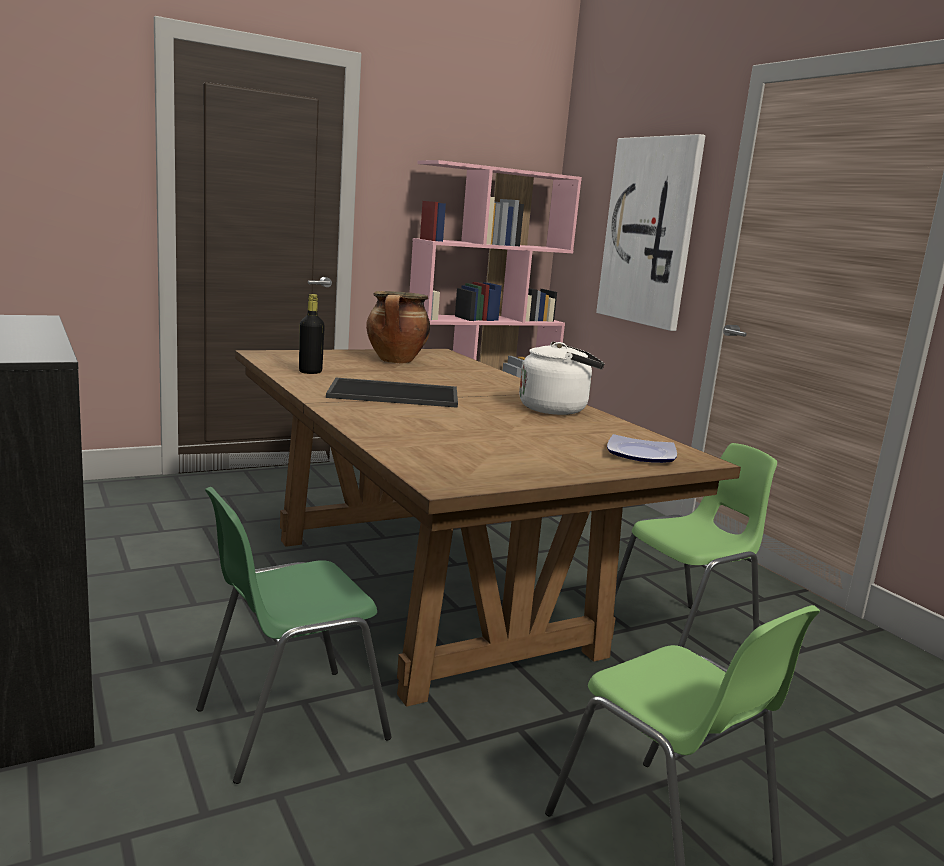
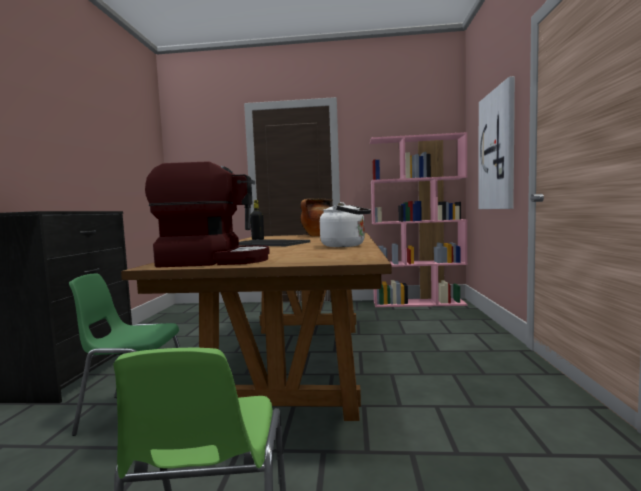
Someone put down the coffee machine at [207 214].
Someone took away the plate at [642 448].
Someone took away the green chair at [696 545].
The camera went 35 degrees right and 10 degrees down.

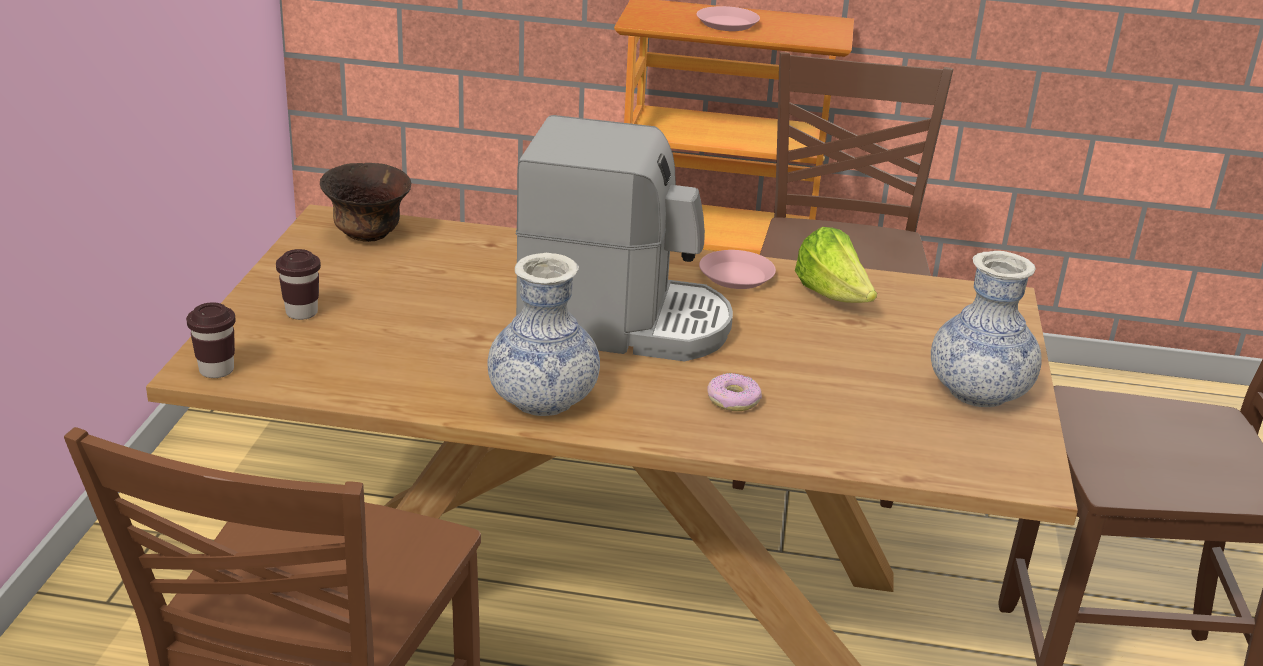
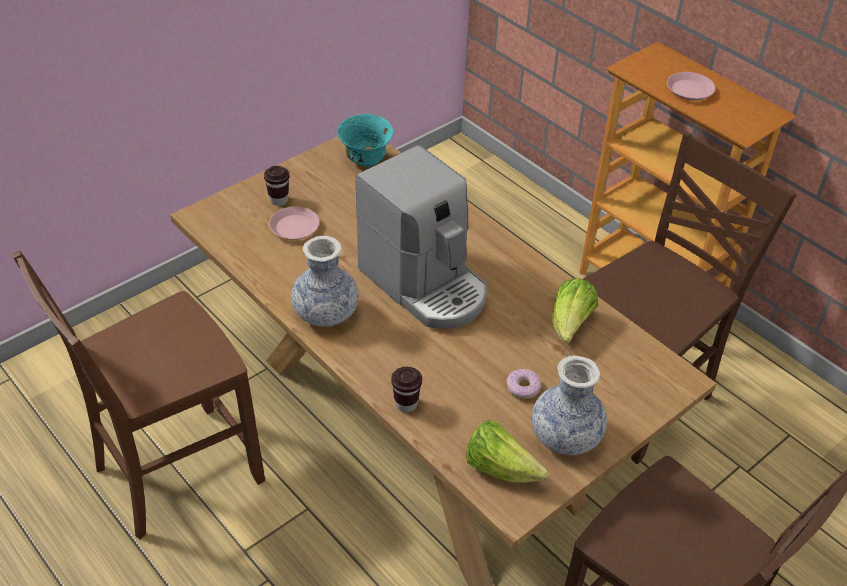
Someone carried the pink plate from [737 269] to [294 223].
Someone repainted the brown bowl at [365 202], which became the turquoise bowl at [365 140].
Someone carried the brown cup from [211 340] to [406 390].
Someone put down the lettuce at [507 451].
Someone carried the donut from [734 392] to [524 384].
The camera went 40 degrees right and 15 degrees up.

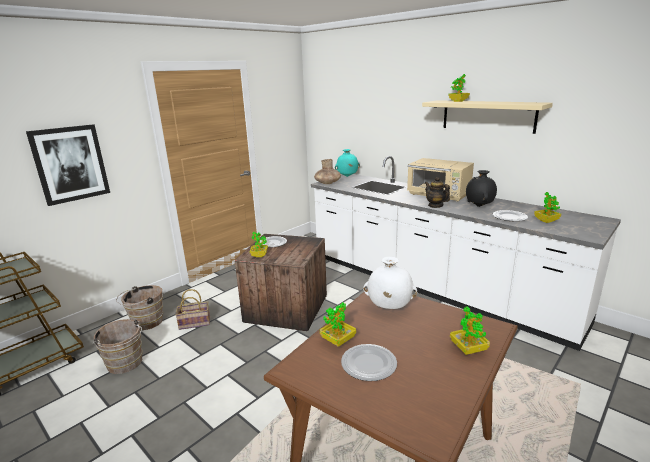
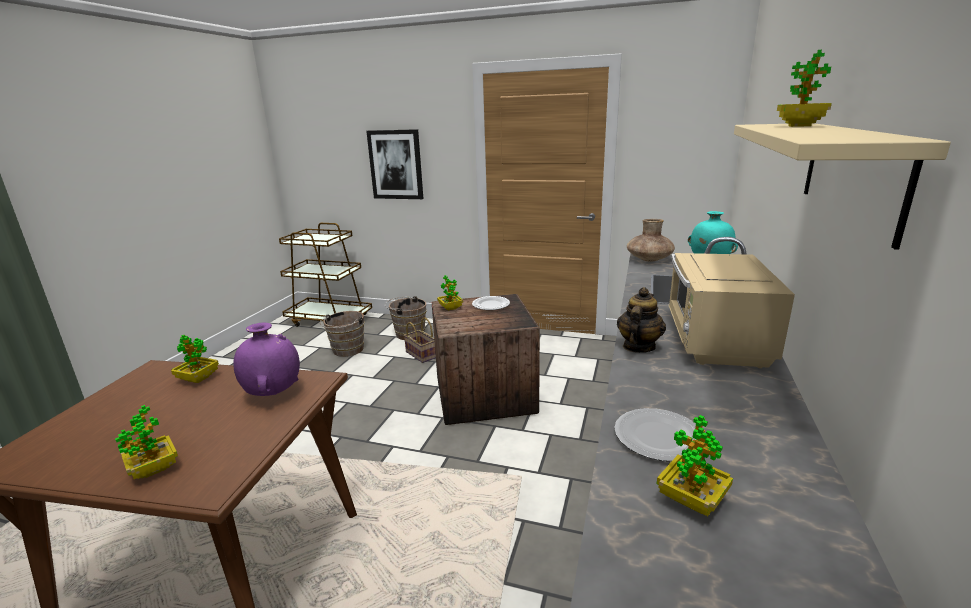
Someone repainted the white vase at [390 282], which became the purple vase at [266 359].
Someone took away the plate at [369 362].
Someone took away the black vase at [481 188].
The camera went 65 degrees right and 0 degrees up.

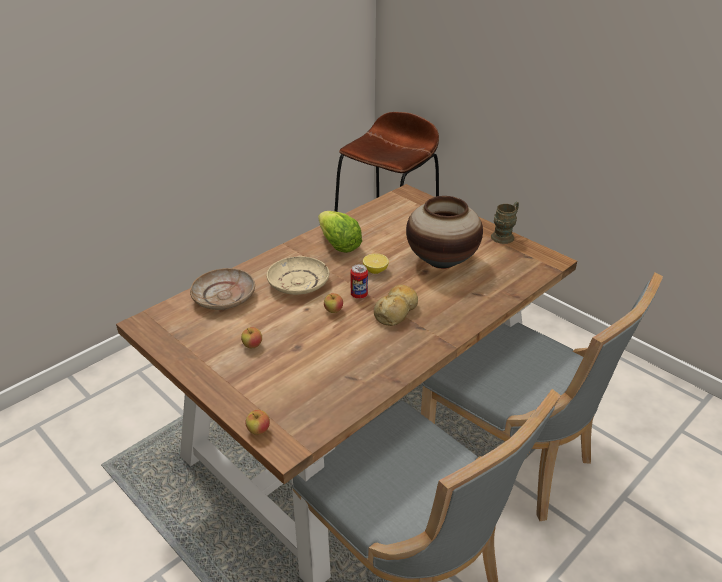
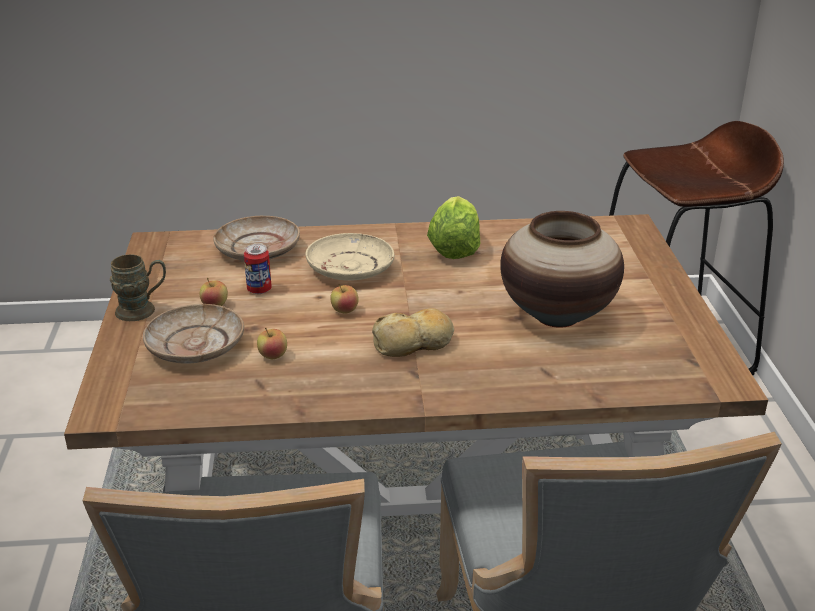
Someone carried the brown mug from [505 223] to [138 287].
Someone put down the beige plate at [193 334].
Someone carried the can from [359 281] to [258 269].
Someone carried the apple from [257 422] to [272 343].
Someone took away the lemon at [376 264].
The camera went 40 degrees right and 5 degrees down.

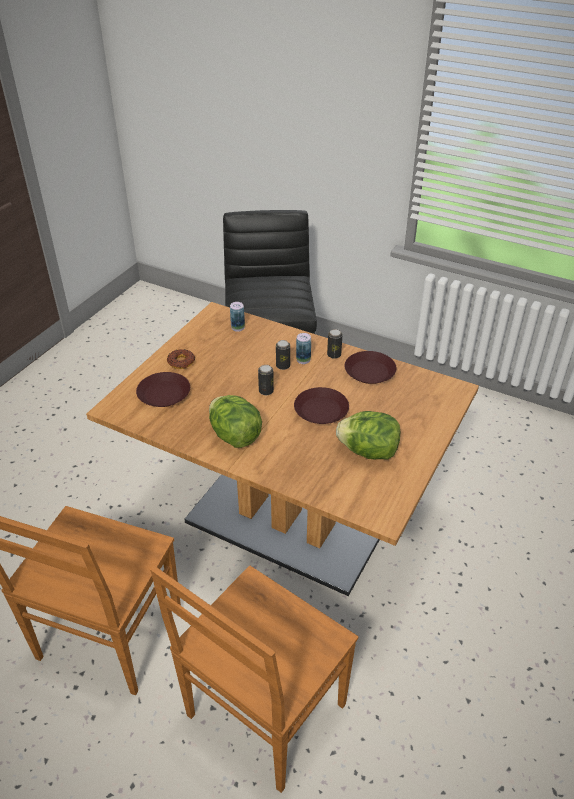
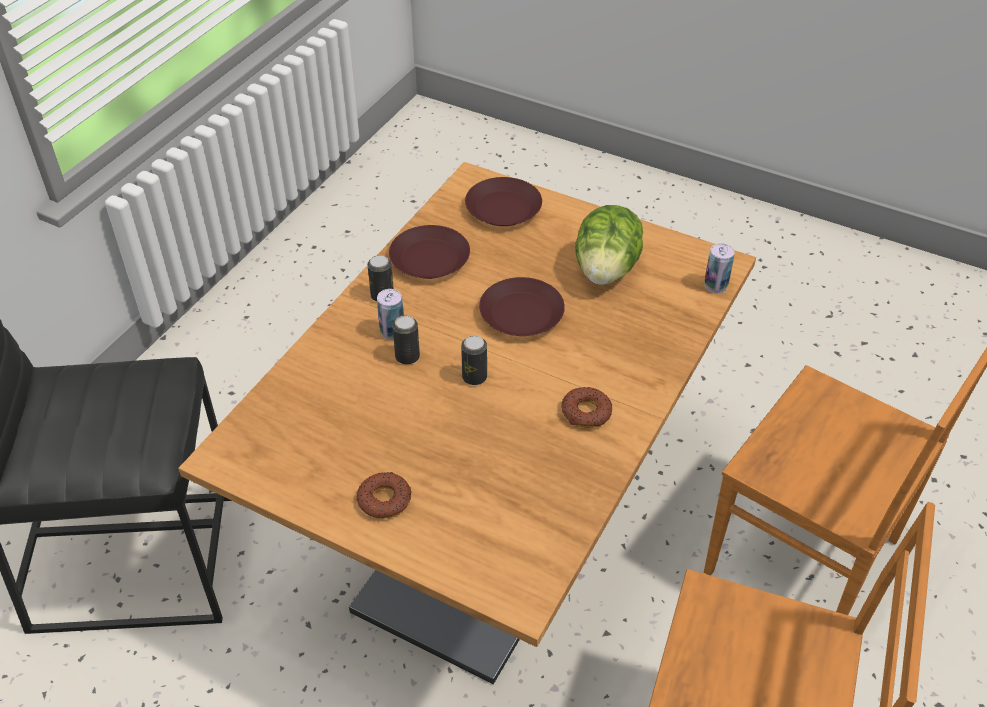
Someone carried the brown plate from [163 389] to [503 201].
Someone swapped the lettuce at [235 421] for the donut at [586 407].
Someone carried the can from [237 317] to [719 268].
The camera went 90 degrees left and 5 degrees up.

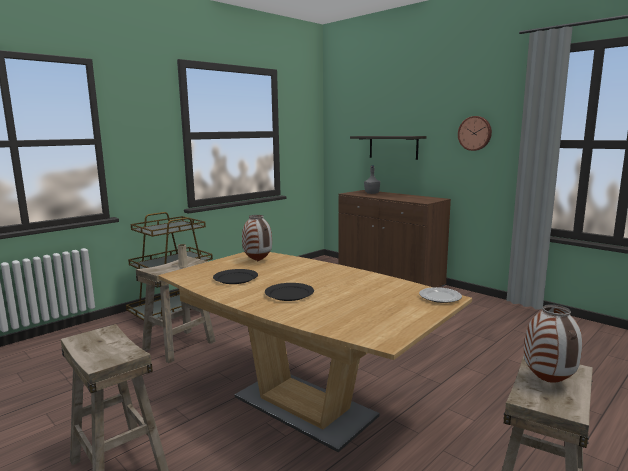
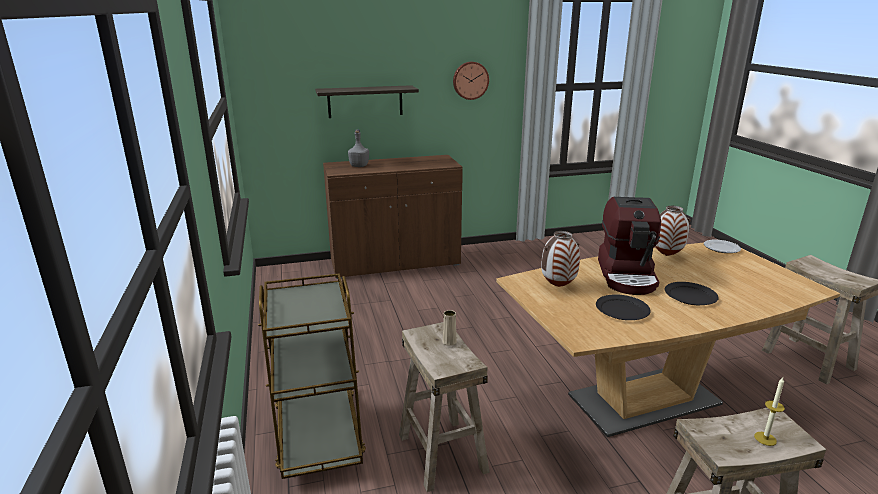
Someone put down the coffee machine at [629 246].
Someone carried the vase from [553 343] to [673 231].
Someone put down the candle at [769 411].
The camera went 60 degrees left and 10 degrees up.

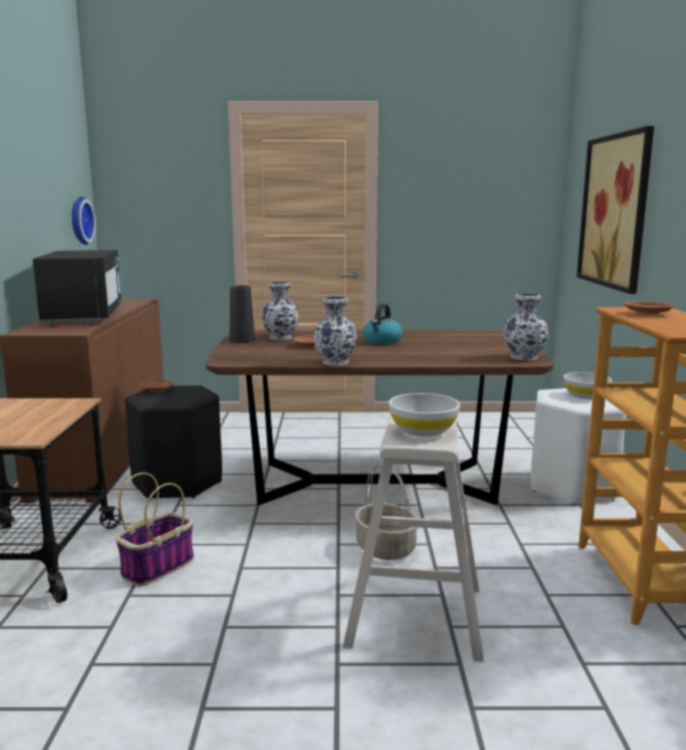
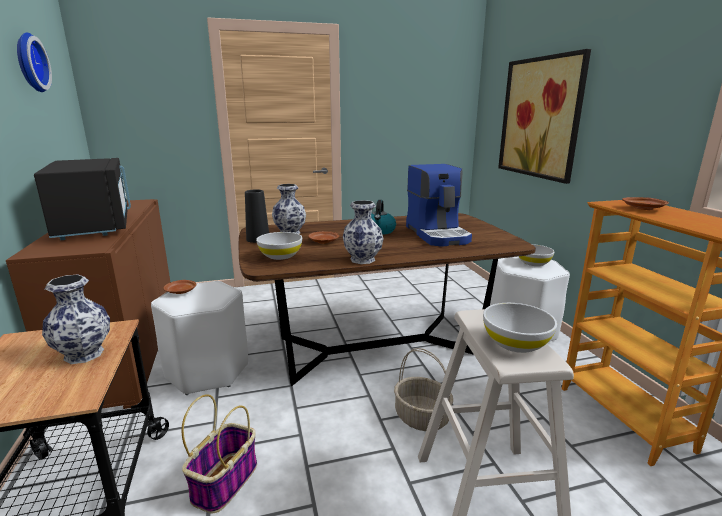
Someone carried the wall clock from [84 221] to [34 62].
Someone carried the vase from [526 326] to [76 319].
Someone repainted the black stool at [173 442], which became the white stool at [199 338].
Someone put down the white bowl at [279 246].
Someone put down the coffee machine at [439 205].
The camera went 15 degrees left and 5 degrees up.

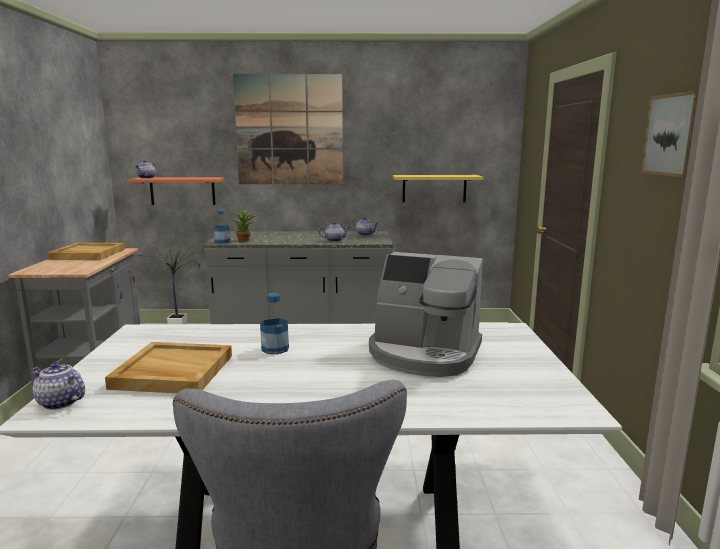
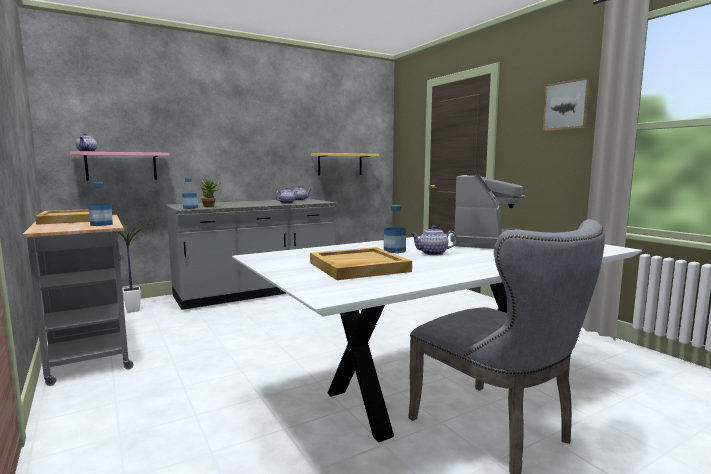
Someone repainted the orange shelf at [176 191], which became the pink shelf at [120 166].
Someone put down the bottle at [100 204].
Someone carried the teapot from [57 386] to [433 241].
Someone rotated the coffee machine at [426 314] by 60 degrees counterclockwise.
Someone took away the picture at [288 129].
The camera went 30 degrees left and 5 degrees down.

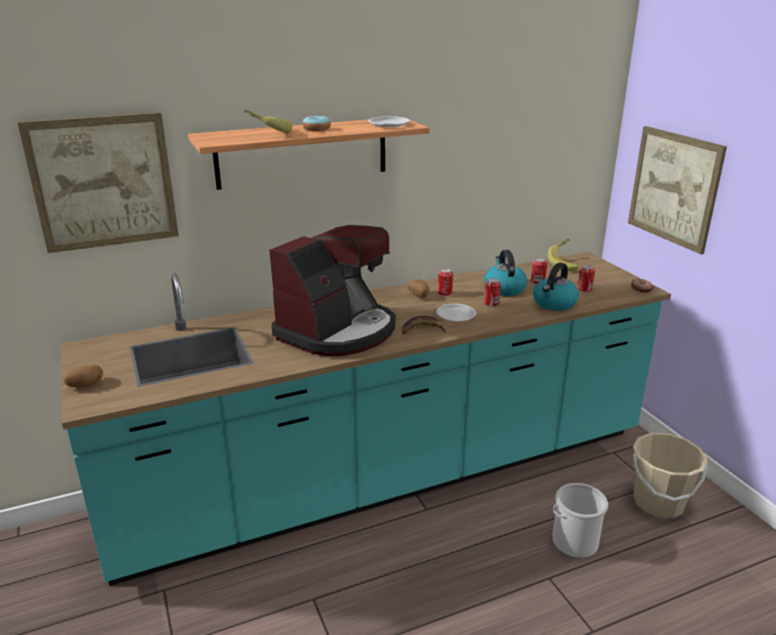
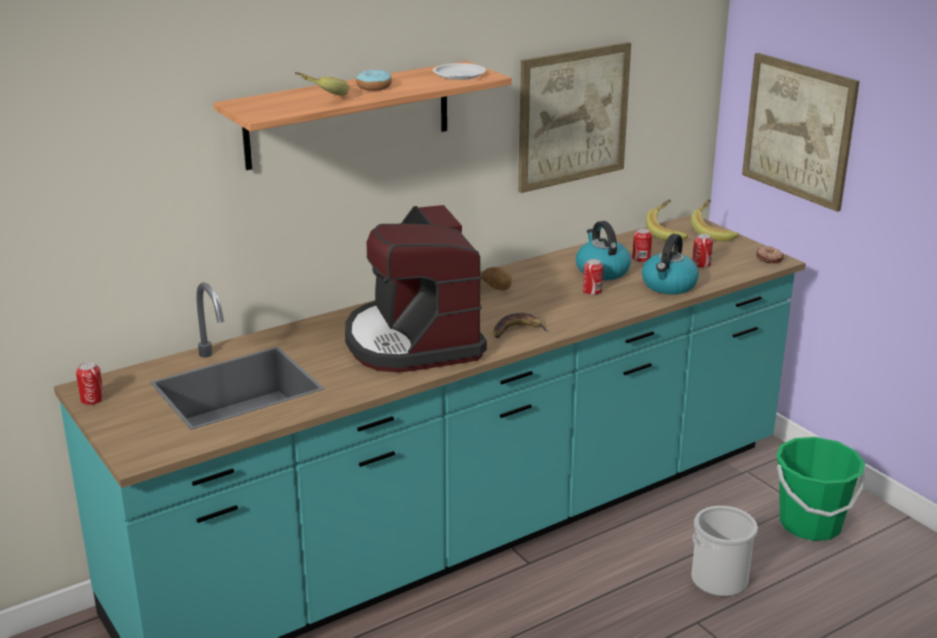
Someone carried the can from [445 282] to [90 383].
Someone rotated the coffee machine at [332 290] by 135 degrees clockwise.
Someone carried the picture from [98 182] to [574 117].
Someone put down the banana at [715 220].
Someone repainted the beige bucket at [670 475], which became the green bucket at [821 489].
Someone took away the potato at [83 376].
Someone took away the white plate at [456 313].
The camera went 10 degrees left and 0 degrees up.

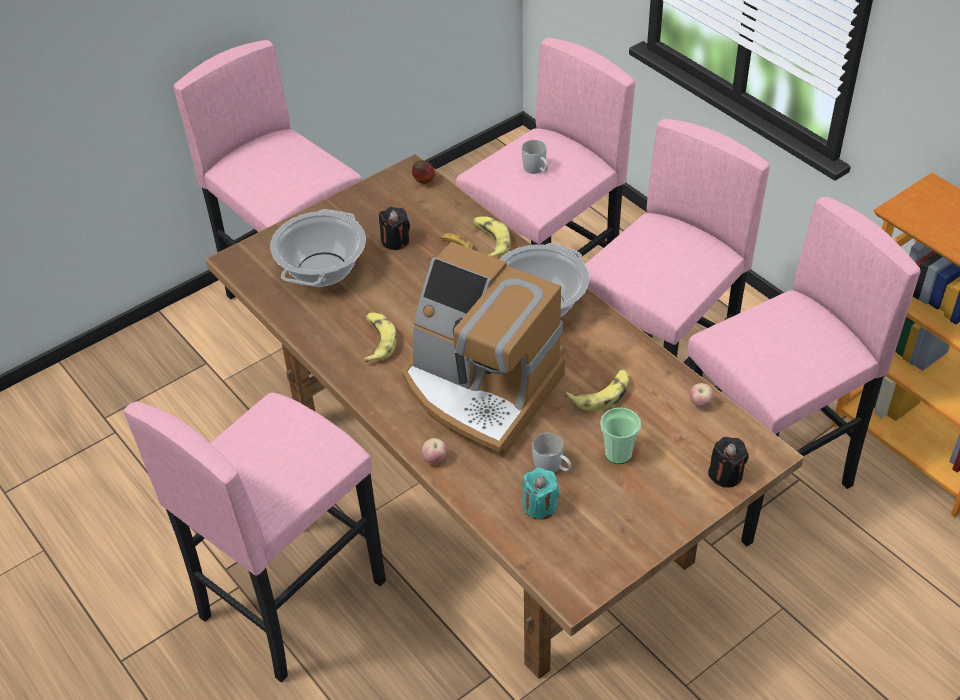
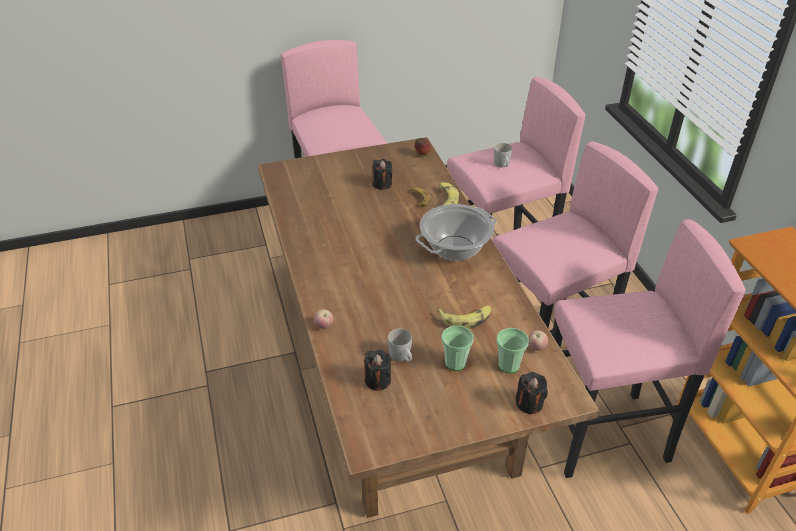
Someone repainted the turquoise candle at [541 494], which became the black candle at [377 370].
Someone put down the cup at [512 350].
Someone took away the pink stool at [255 537].
Someone took away the cooking pot at [318 248].
Someone took away the banana at [380 337].
Someone took away the coffee machine at [483 350].
The camera went 20 degrees right and 5 degrees down.

